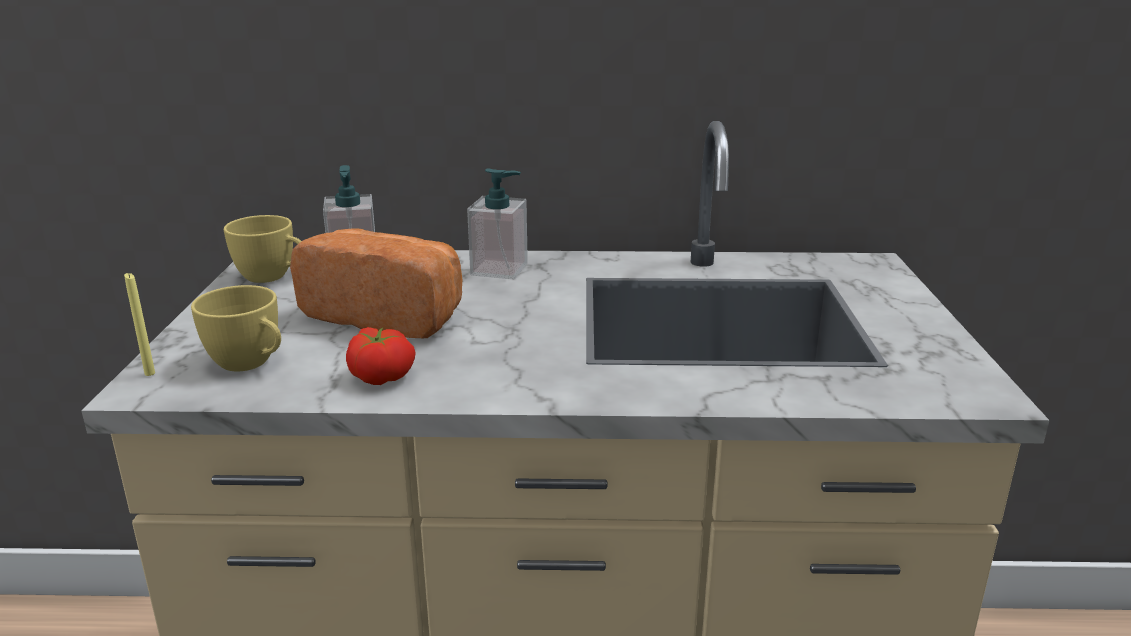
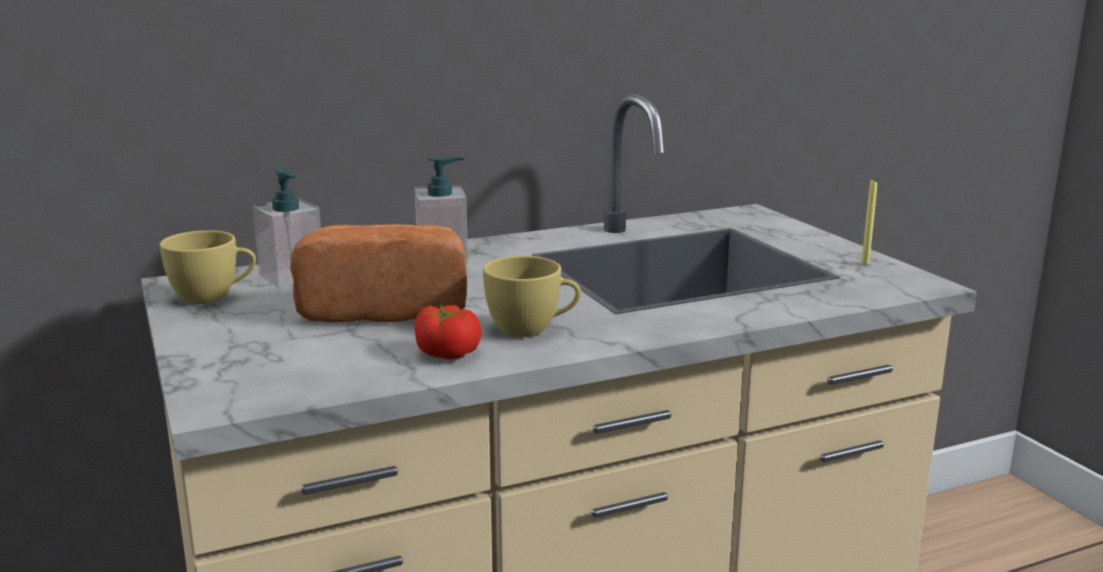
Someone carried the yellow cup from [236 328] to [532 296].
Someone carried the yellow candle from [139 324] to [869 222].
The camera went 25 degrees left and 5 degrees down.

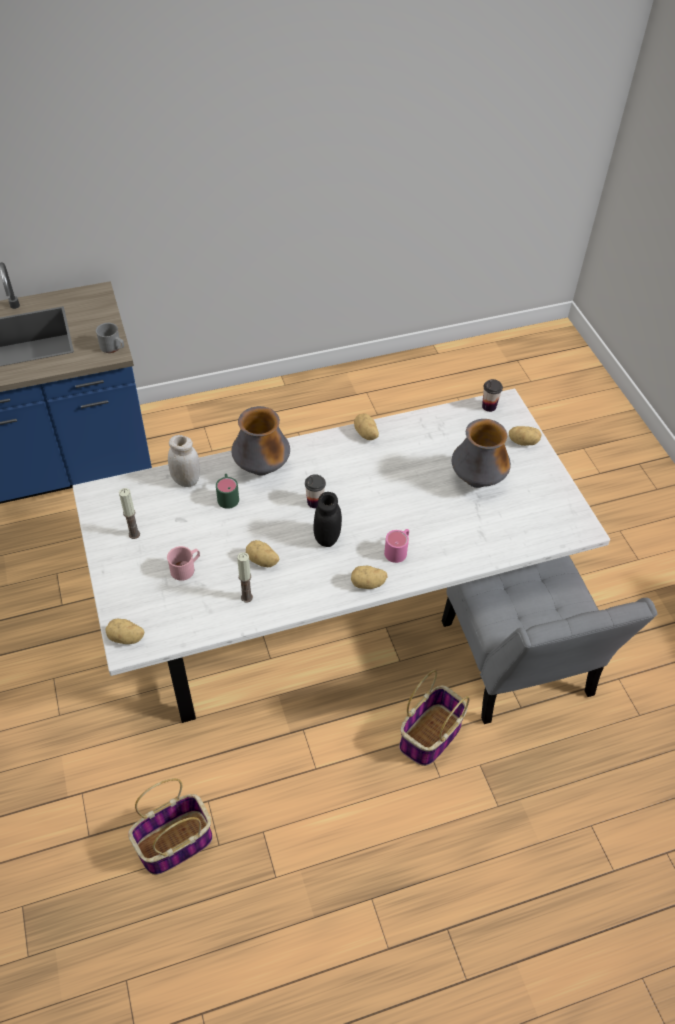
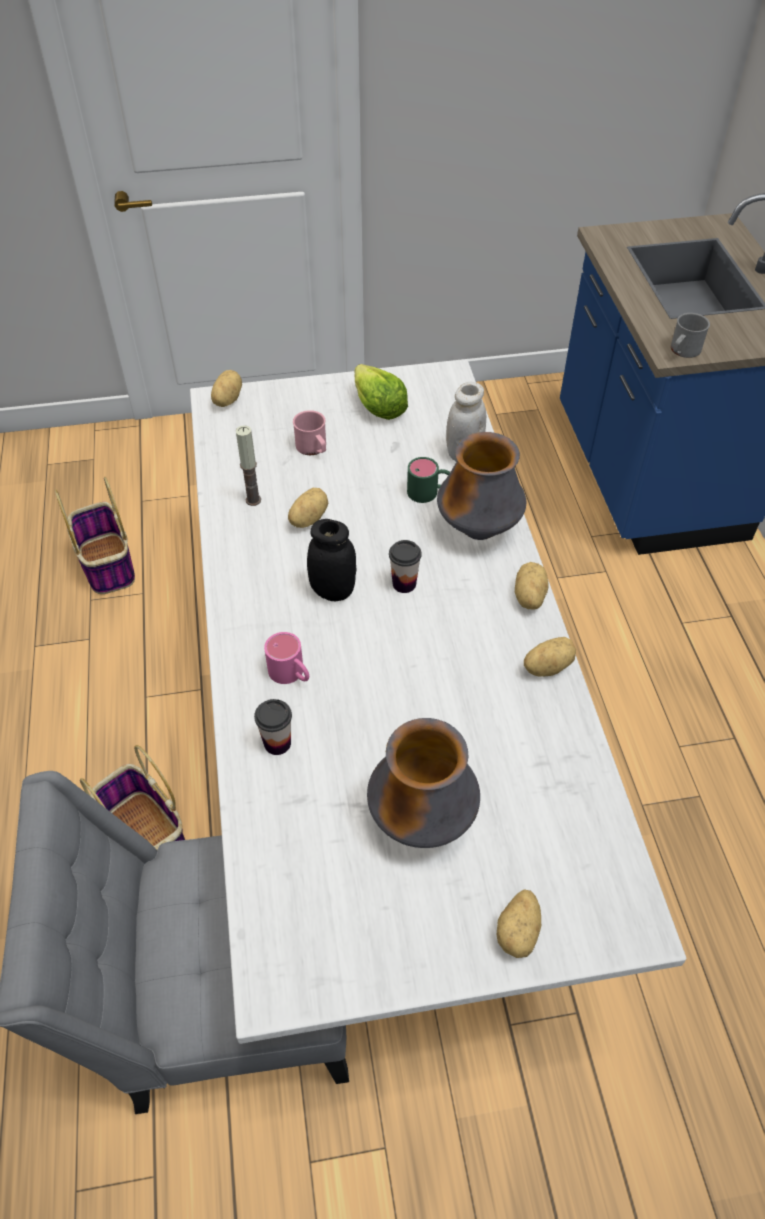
Someone carried the cup from [492 395] to [273 727].
Someone swapped the candle at [129 513] for the lettuce at [381 392].
Someone carried the potato from [369 577] to [531 586].
The camera went 100 degrees right and 0 degrees up.

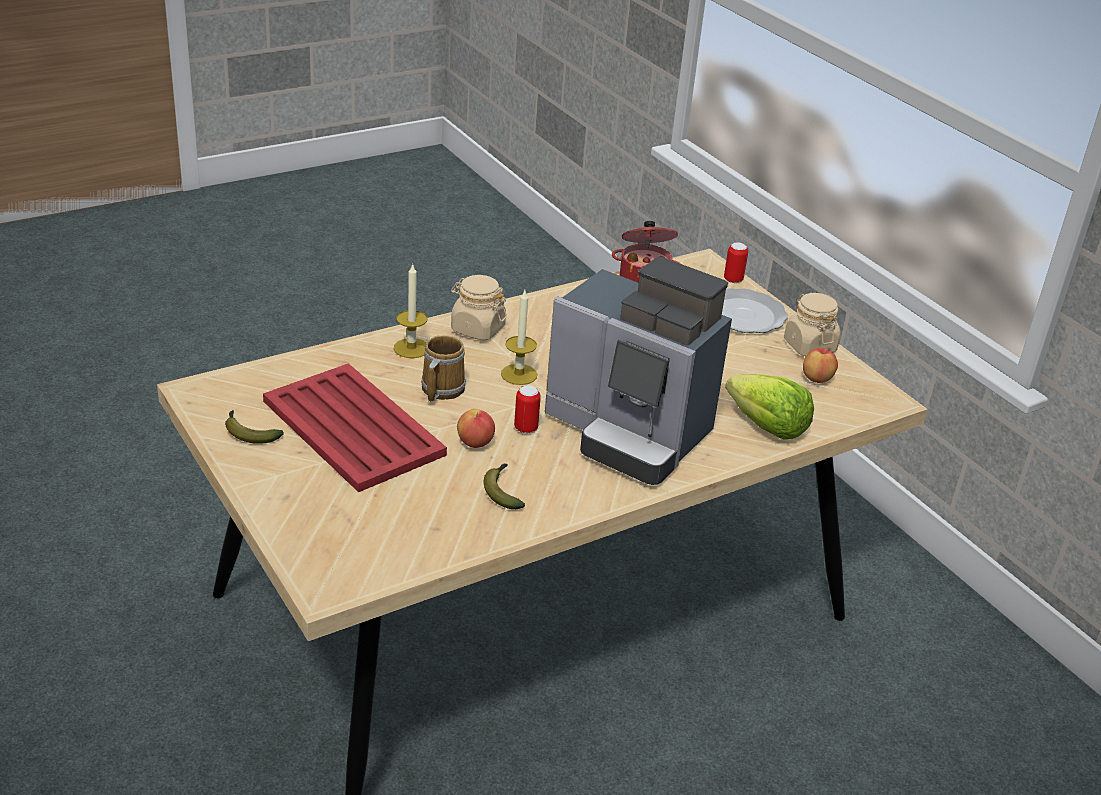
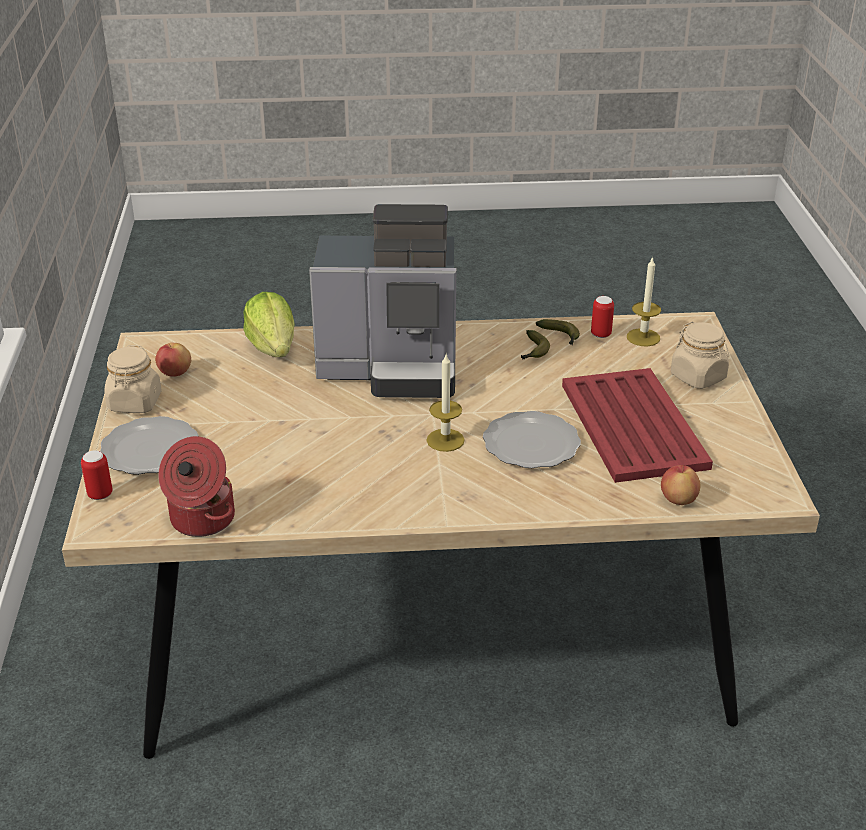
Someone rotated the coffee machine at [638 371] by 120 degrees clockwise.
Someone swapped the mug at [443 368] for the plate at [532 439].
Someone carried the banana from [254 427] to [557 332].
Someone carried the can from [527 409] to [602 317].
Someone carried the candle from [411 311] to [644 301].
Someone carried the apple from [476 428] to [680 485].
Someone carried the beige jar from [479 307] to [700 355].
The camera went 150 degrees left and 0 degrees up.

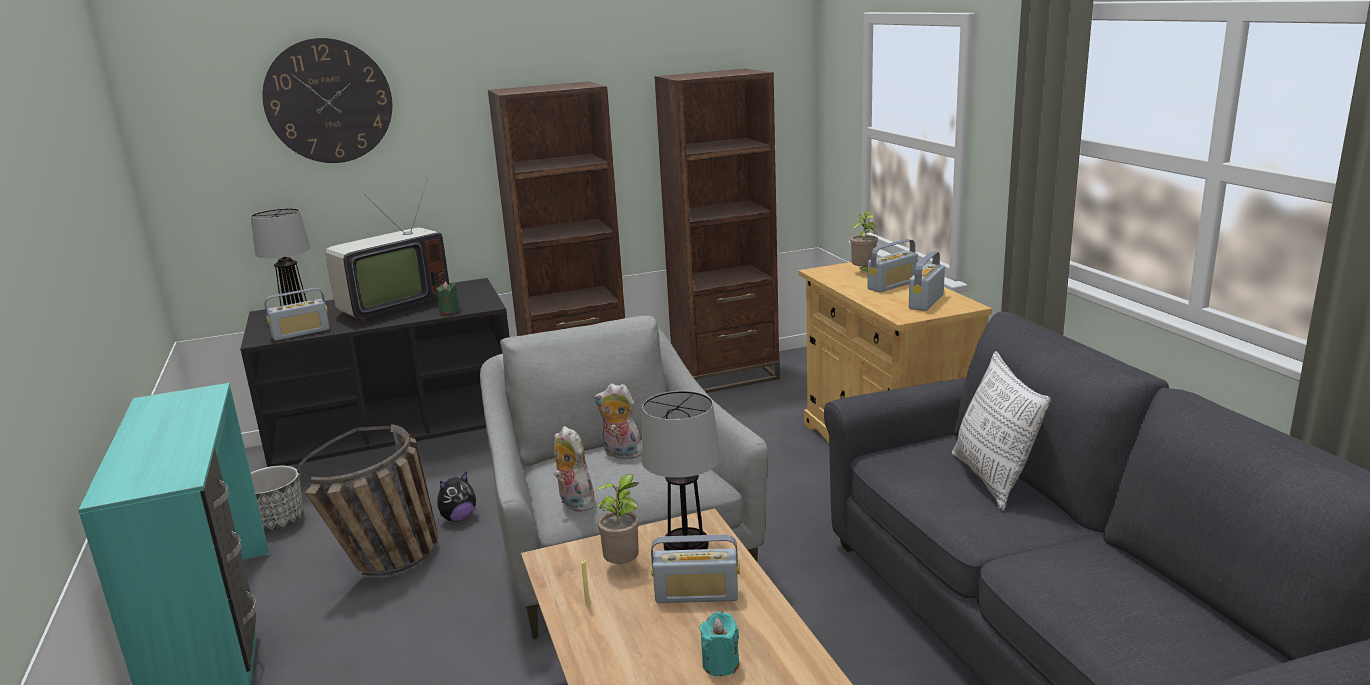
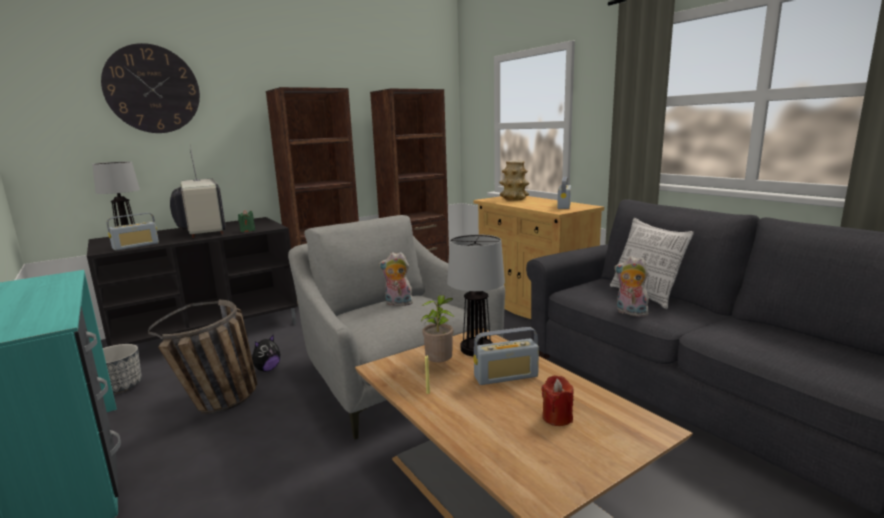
Someone rotated the television at [387 250] by 60 degrees counterclockwise.
Someone swapped the potted plant at [864 241] for the vase at [514 180].
Someone repainted the turquoise candle at [719 643], which became the red candle at [558 400].
Someone carried the plush toy from [574 469] to [633 286].
Someone took away the radio at [892 265].
The camera went 15 degrees left and 5 degrees down.

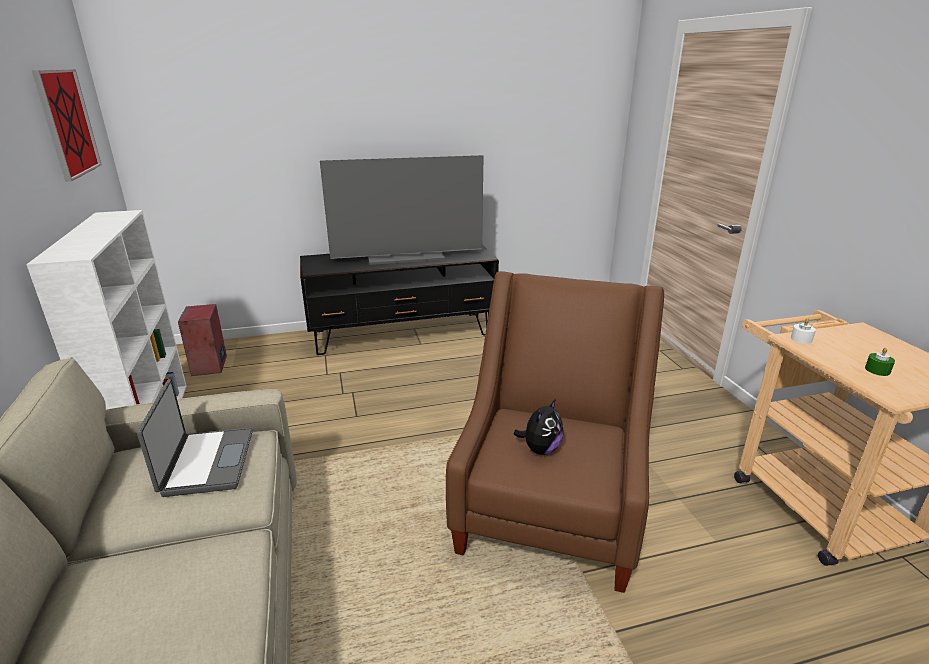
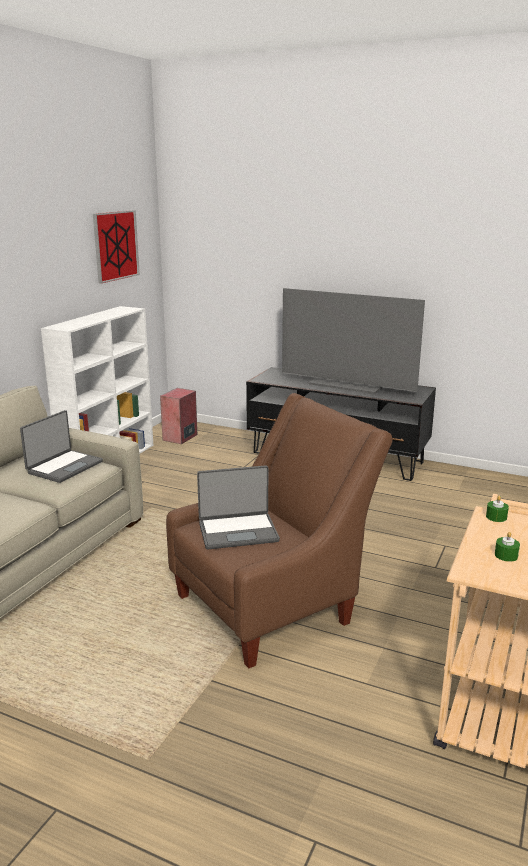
Someone swapped the plush toy at [538 426] for the laptop at [238 507].
Someone repainted the white candle at [803 331], which became the green candle at [497 508].
The camera went 40 degrees right and 5 degrees down.

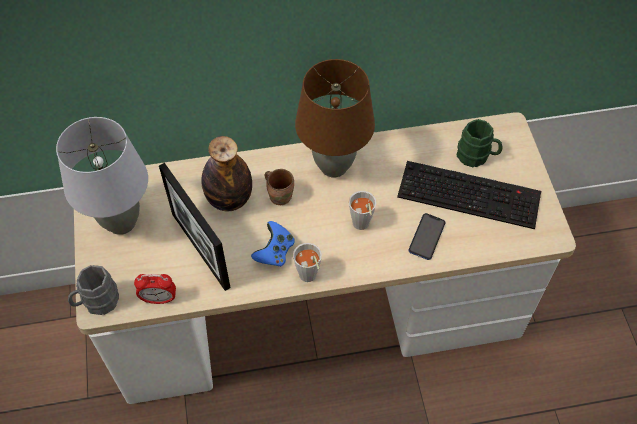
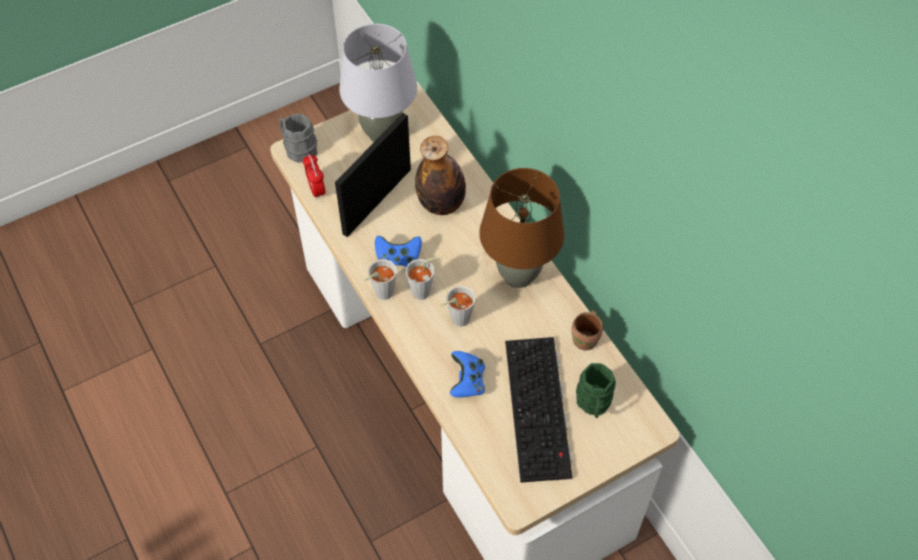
Someone put down the grey cup at [424 278].
Someone swapped the phone at [426 236] for the blue game controller at [467 374].
Someone carried the brown mug from [279 187] to [587 330].
The camera went 70 degrees right and 0 degrees up.

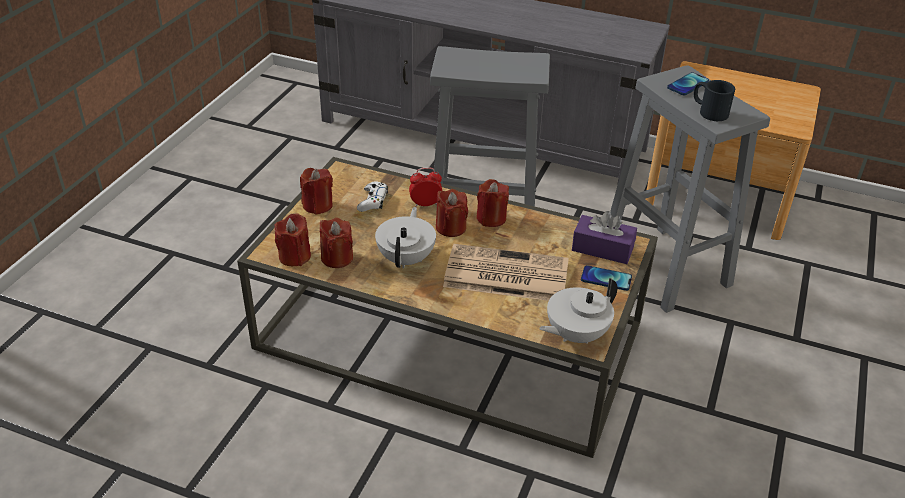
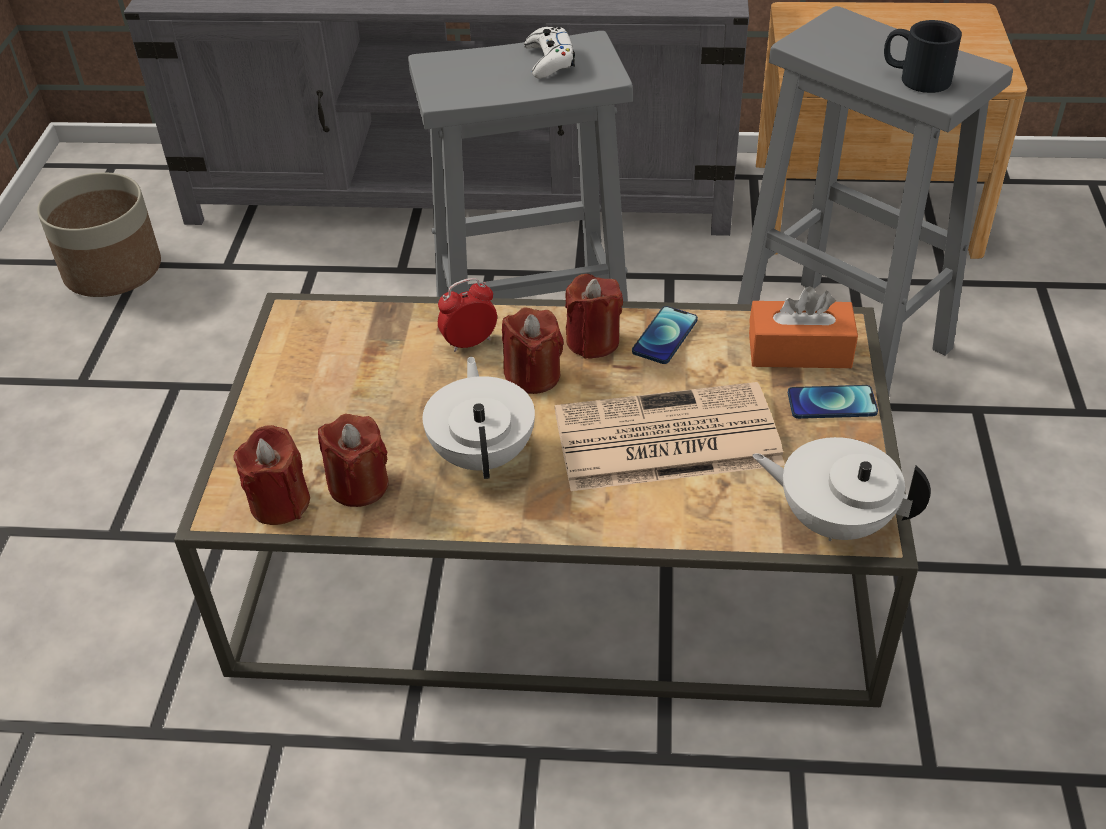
Someone put down the planter at [99 235].
Someone carried the white game controller from [372 196] to [549 52].
Someone carried the phone from [688 84] to [665 335].
Someone repainted the purple tissue box at [604 237], which became the orange tissue box at [803 327].
Someone rotated the white teapot at [578 311] by 75 degrees clockwise.
Someone took away the red candle at [316 191].
The camera went 15 degrees left and 5 degrees up.

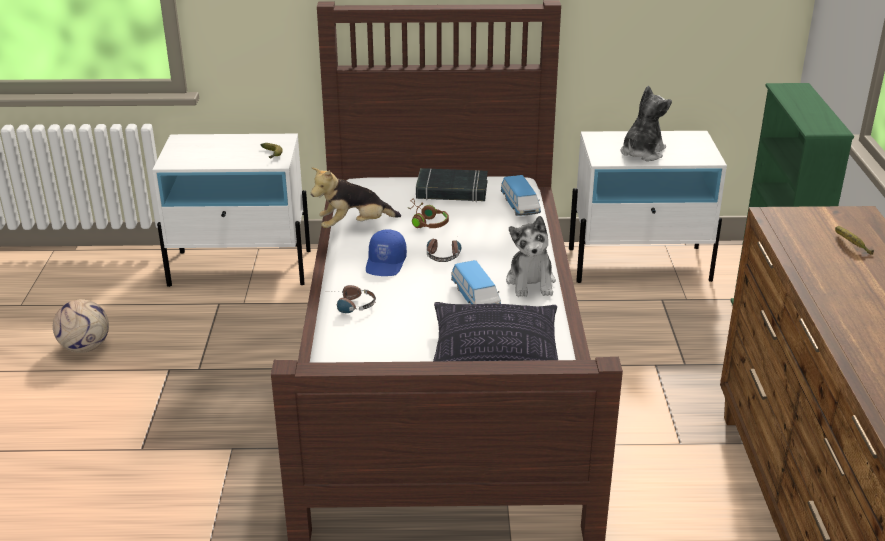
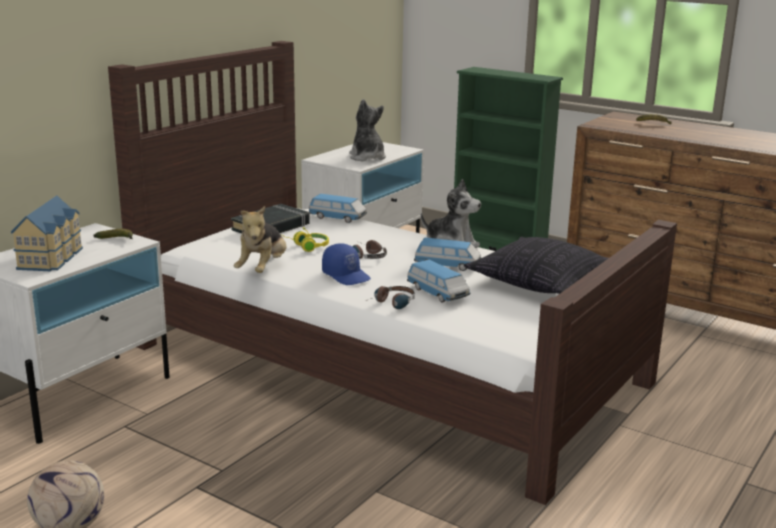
Someone put down the toy house at [47 233].
Someone repainted the brown headphones at [428 213], which became the yellow headphones at [305 239].
Someone put down the toy car at [438 281].
The camera went 55 degrees left and 10 degrees down.

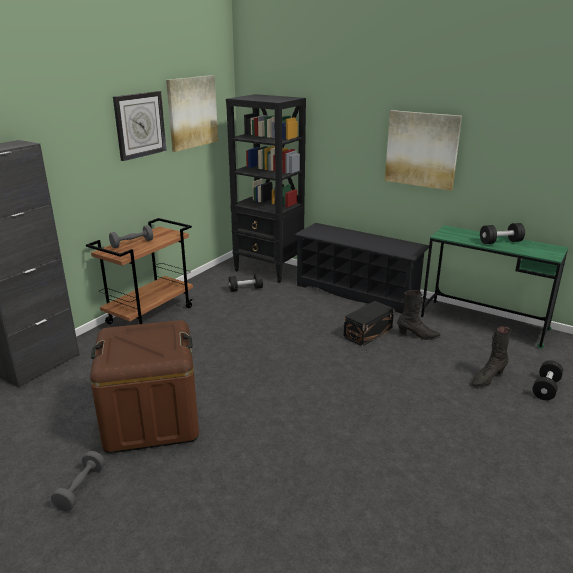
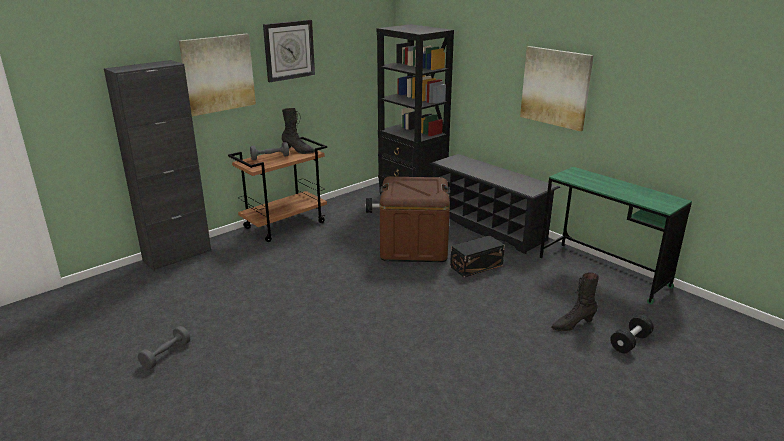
Someone carried the picture from [192 113] to [217 75].
Someone carried the black boot from [419 315] to [298 131].
Someone carried the brown storage box from [144 386] to [415 219].
Someone took away the black dumbbell at [502 233].
The camera went 15 degrees right and 0 degrees up.

